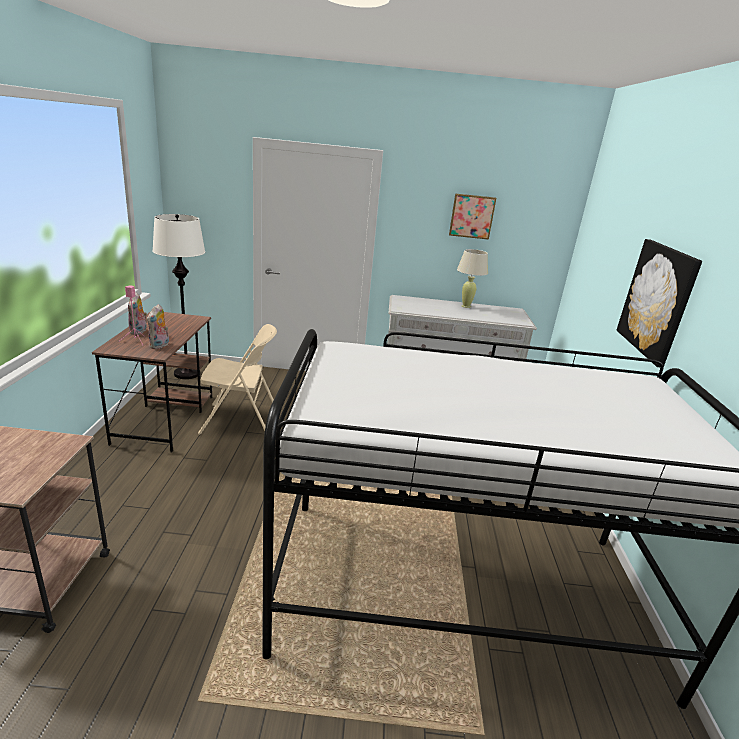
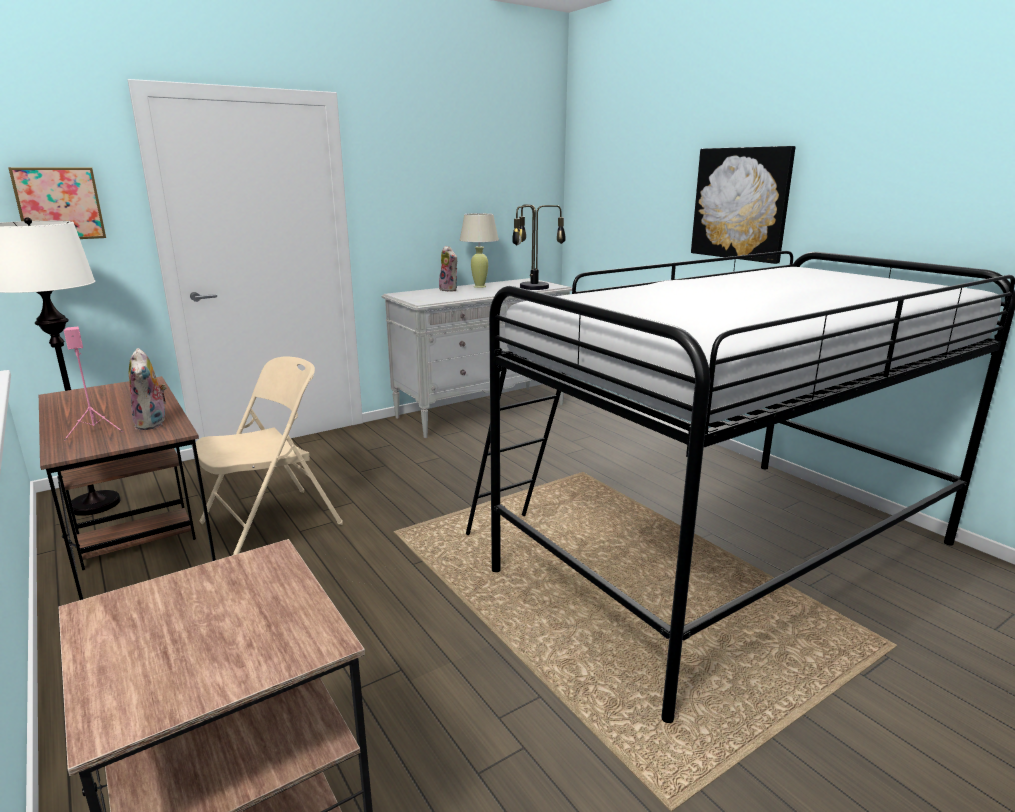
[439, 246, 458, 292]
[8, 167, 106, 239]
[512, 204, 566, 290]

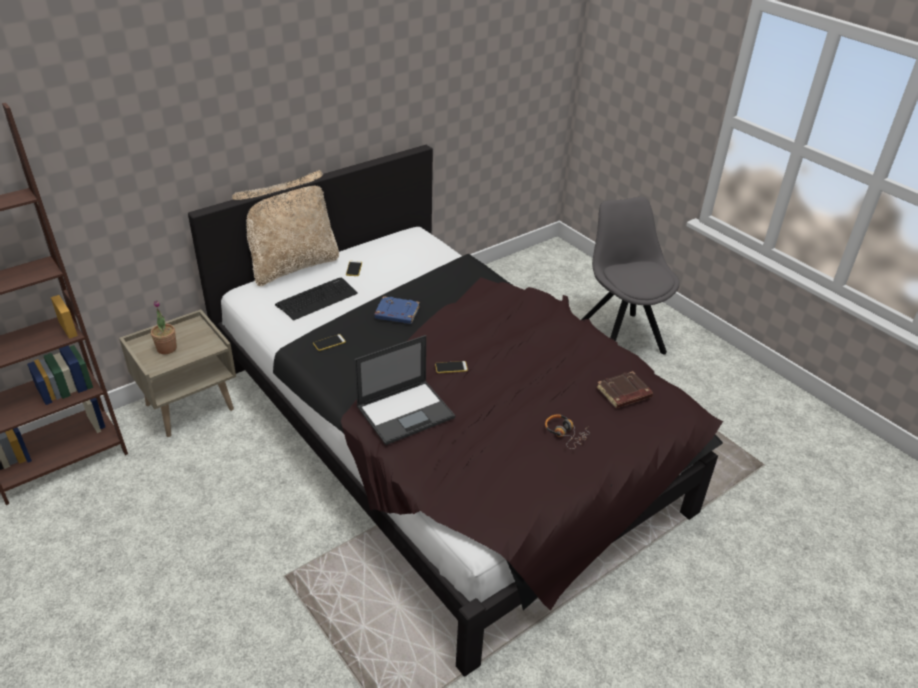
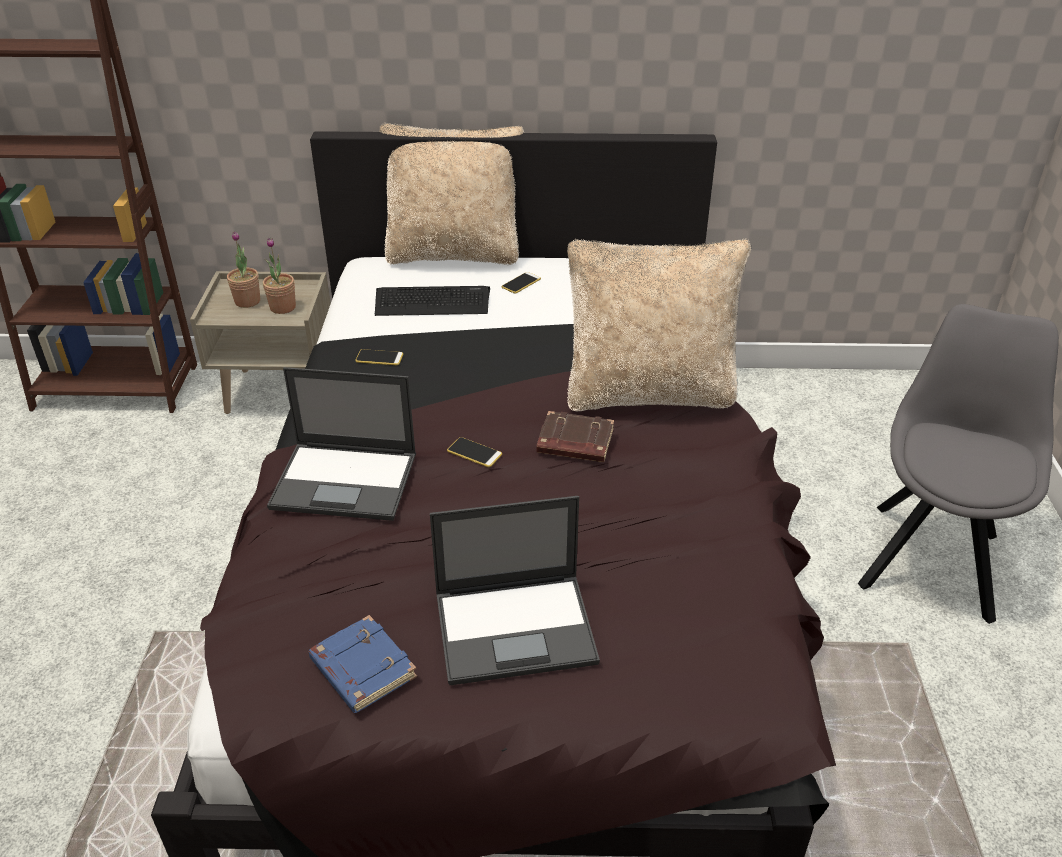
[309, 615, 417, 713]
[430, 496, 600, 685]
[536, 411, 614, 462]
[263, 237, 296, 314]
[567, 239, 751, 412]

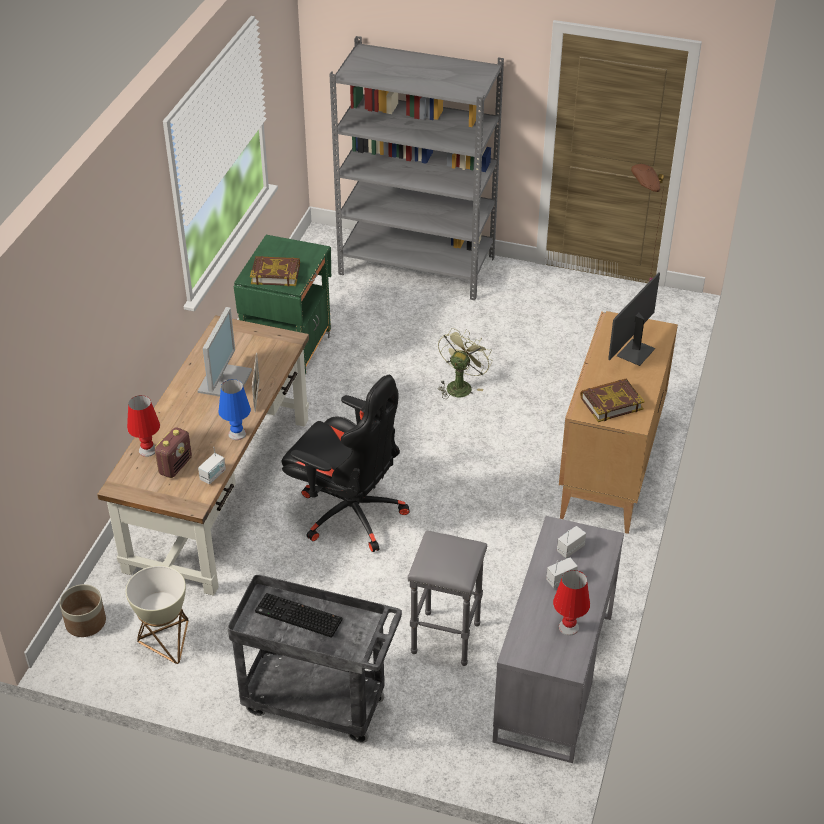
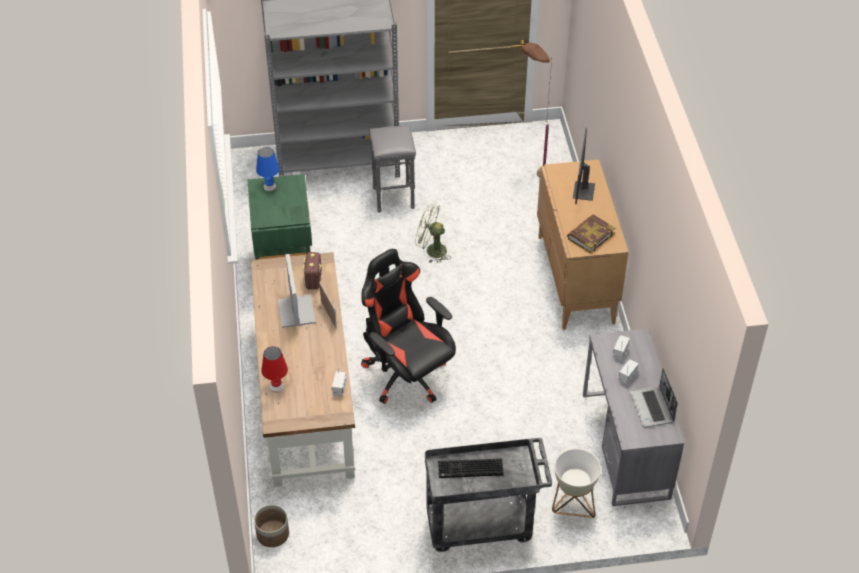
[552, 449, 601, 518]
[302, 252, 322, 290]
[256, 147, 280, 191]
[250, 256, 300, 286] (first image)
[361, 249, 456, 404]
[369, 125, 416, 213]
[415, 204, 451, 263]
[630, 368, 678, 427]

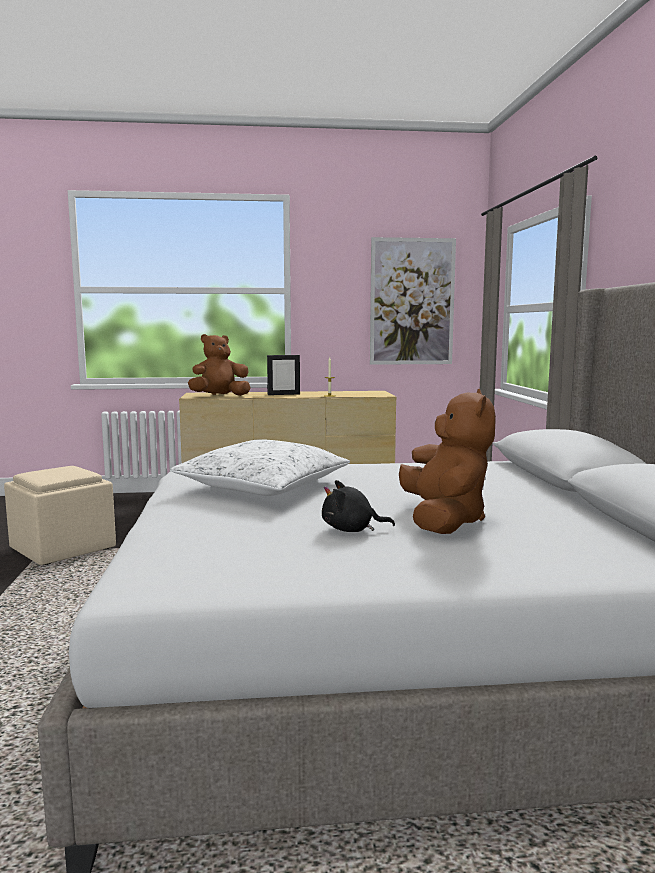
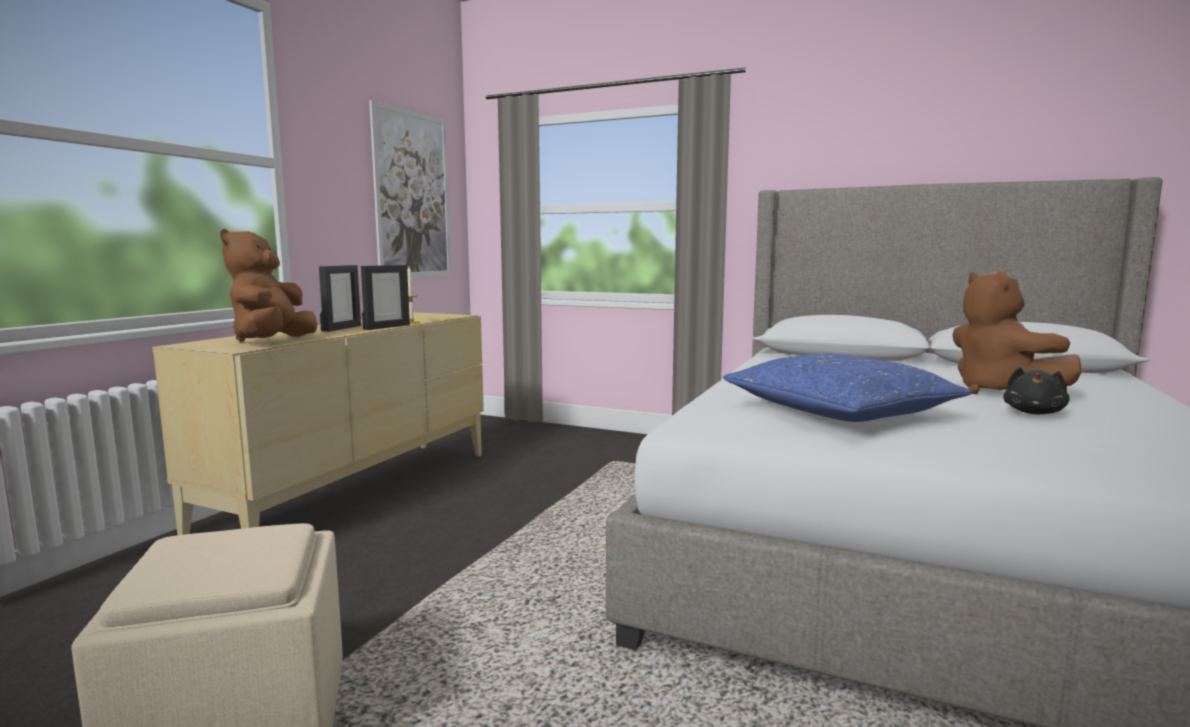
[723, 353, 972, 422]
[952, 271, 1082, 394]
[361, 265, 410, 330]

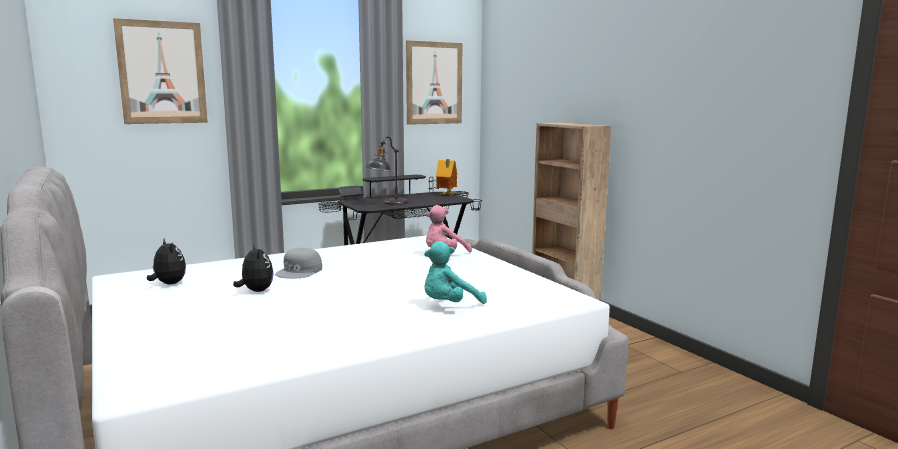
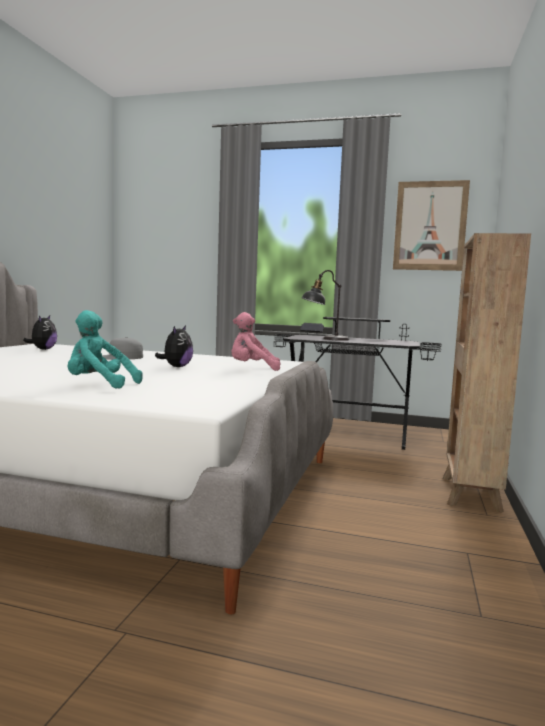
[113, 18, 208, 124] (first image)
[155, 325, 193, 367]
[436, 159, 457, 196] (first image)

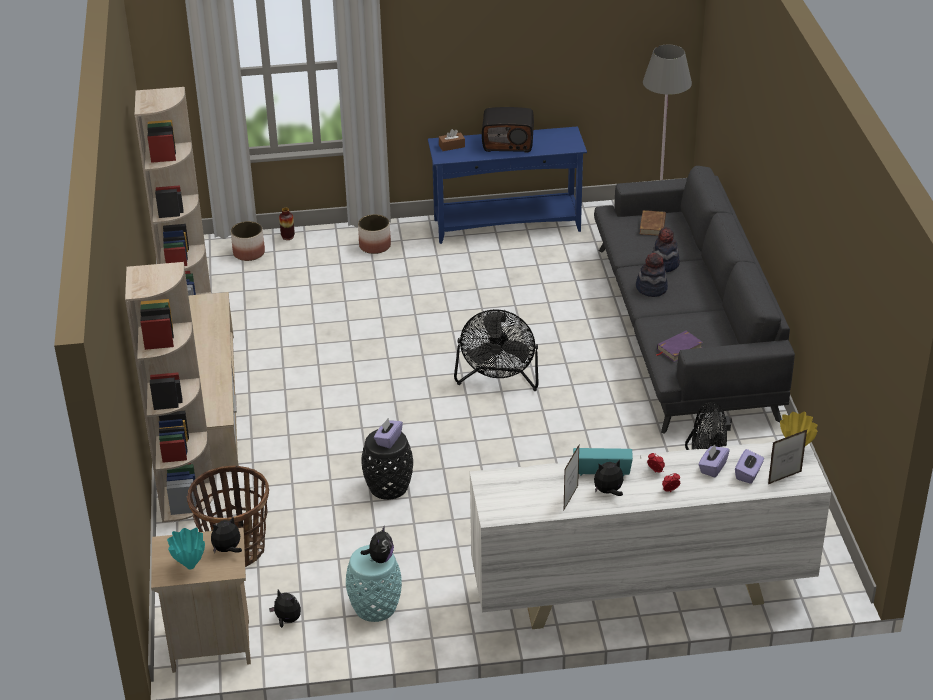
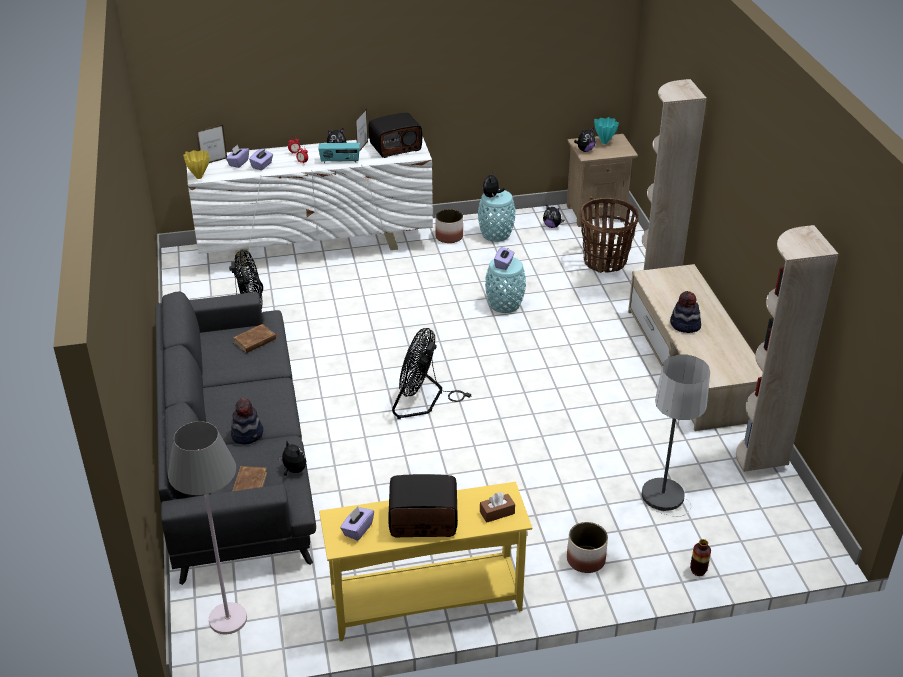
[435, 209, 463, 243]
[485, 257, 526, 313]
[319, 482, 532, 641]
[392, 328, 471, 420]
[670, 291, 701, 333]
[233, 324, 278, 353]
[278, 441, 306, 476]
[340, 506, 374, 541]
[368, 113, 422, 158]
[641, 355, 710, 517]

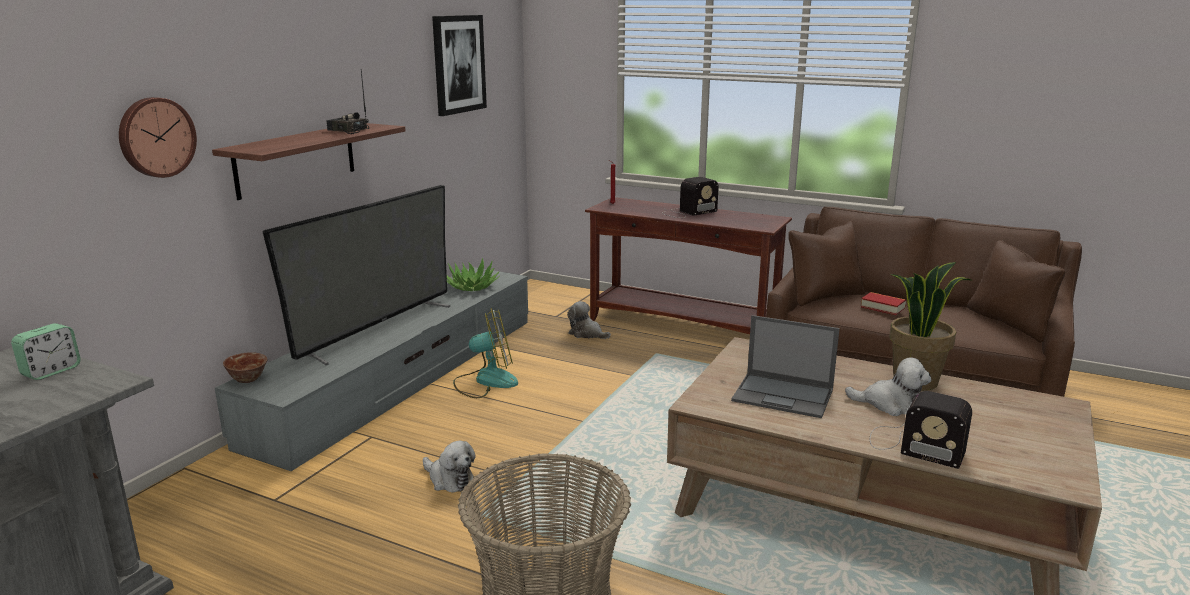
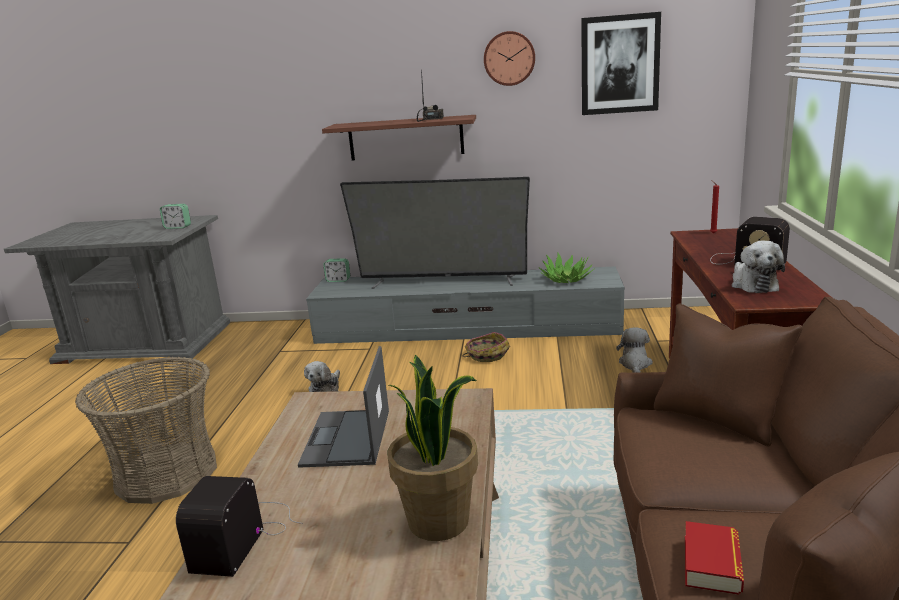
[484, 31, 535, 86]
[323, 258, 350, 282]
[463, 332, 510, 362]
[732, 240, 785, 293]
[685, 521, 744, 595]

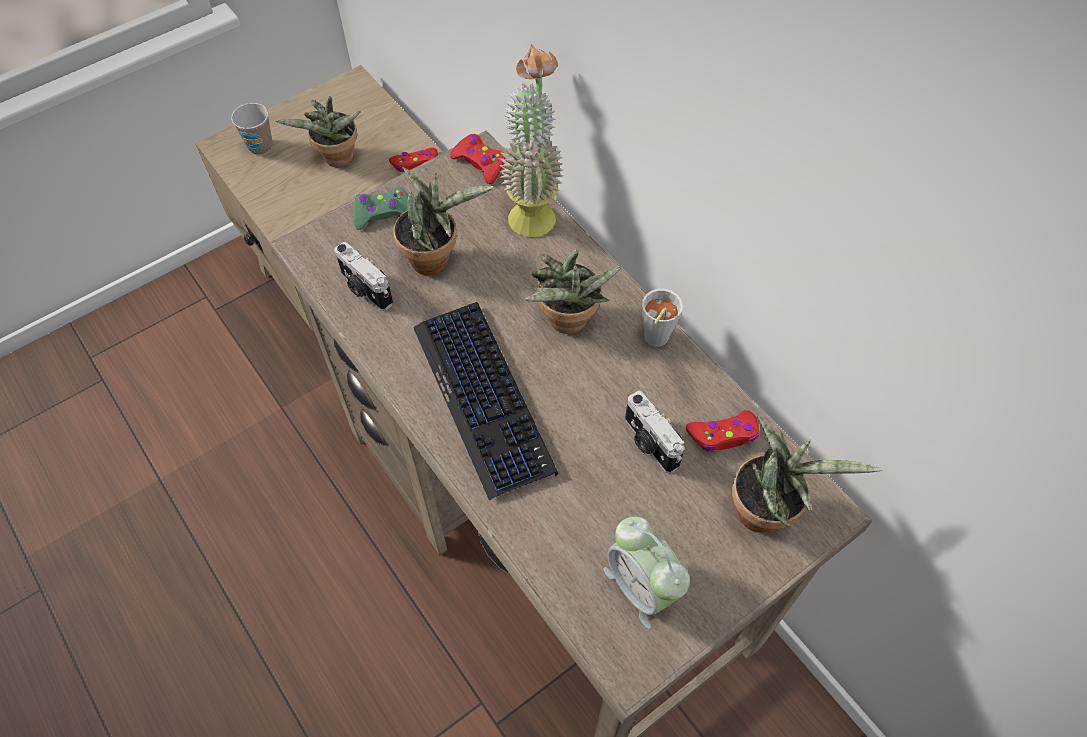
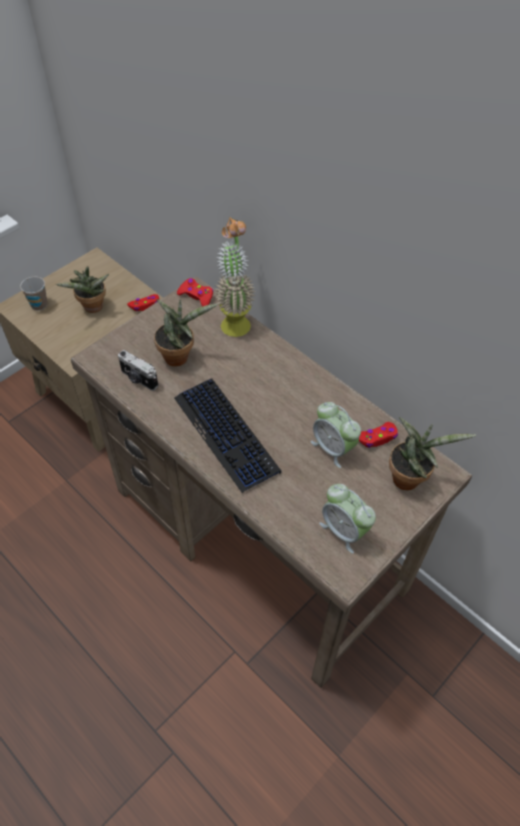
[353, 187, 408, 230] (first image)
[524, 249, 622, 334] (first image)
[310, 402, 361, 468]
[642, 289, 683, 347] (first image)

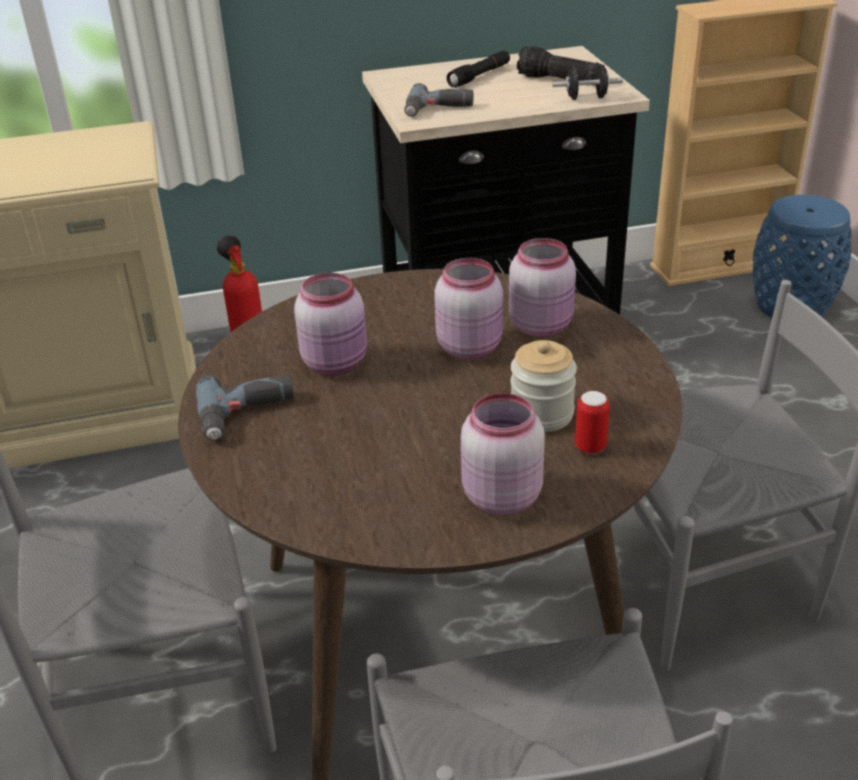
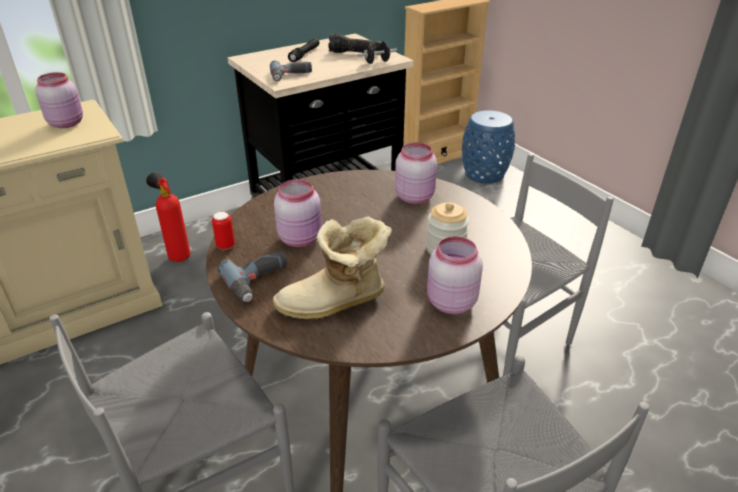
[36, 72, 83, 128]
[212, 212, 235, 250]
[273, 216, 392, 320]

